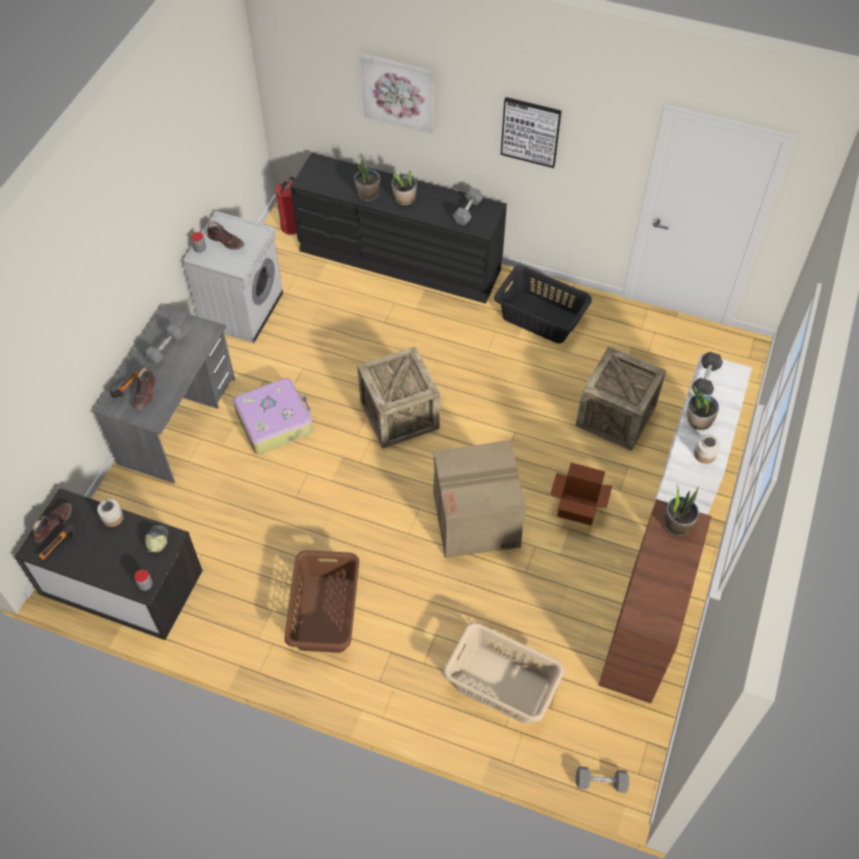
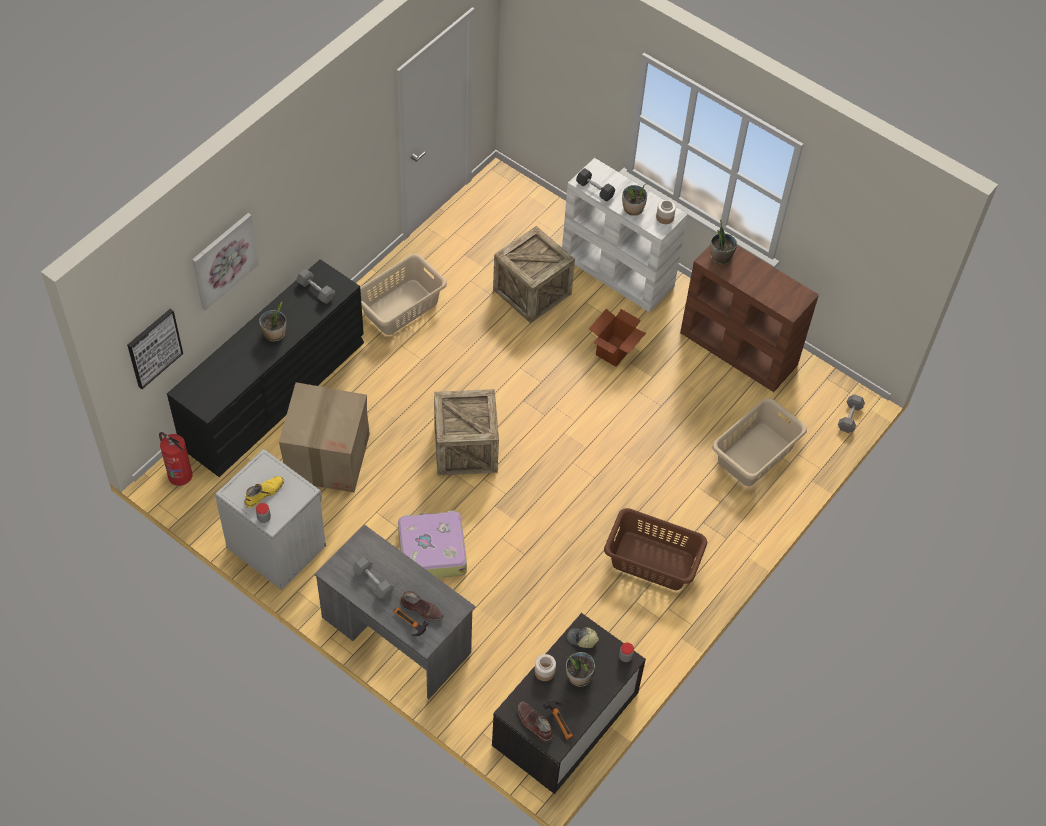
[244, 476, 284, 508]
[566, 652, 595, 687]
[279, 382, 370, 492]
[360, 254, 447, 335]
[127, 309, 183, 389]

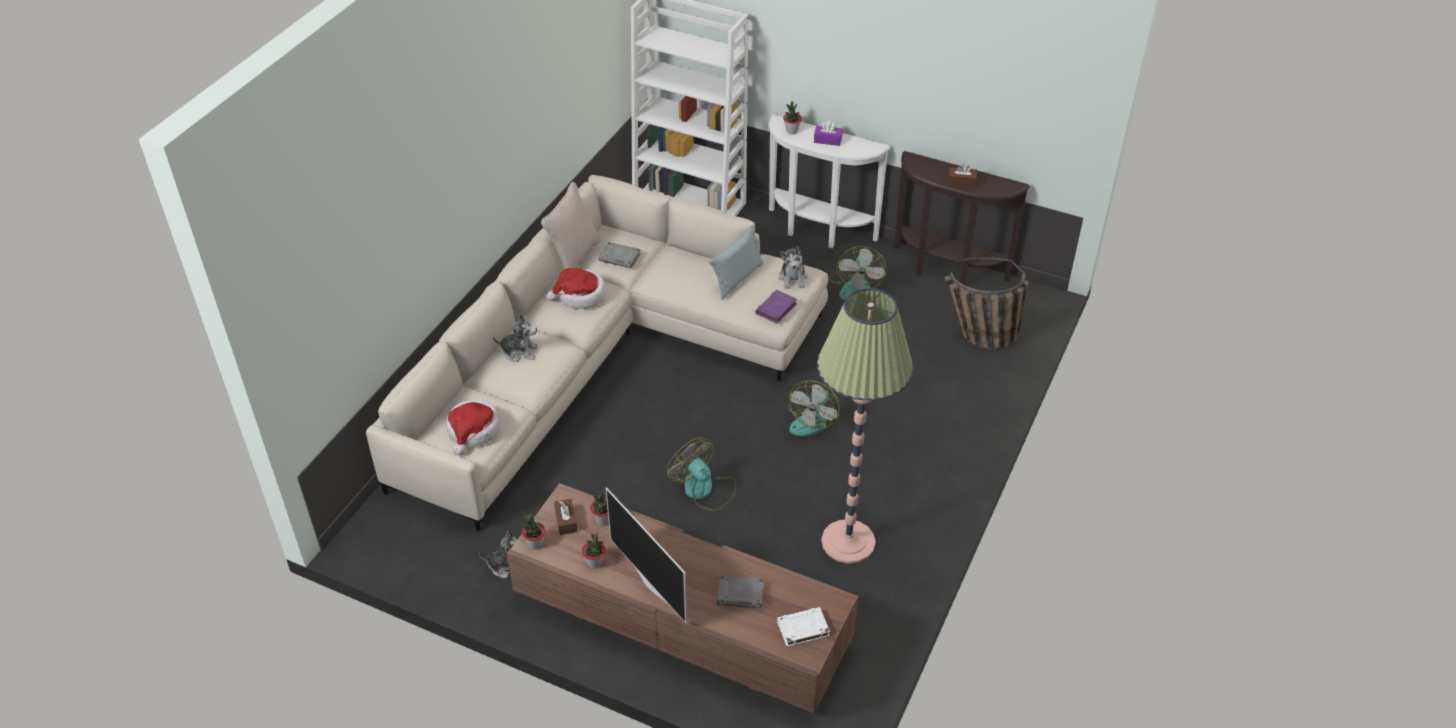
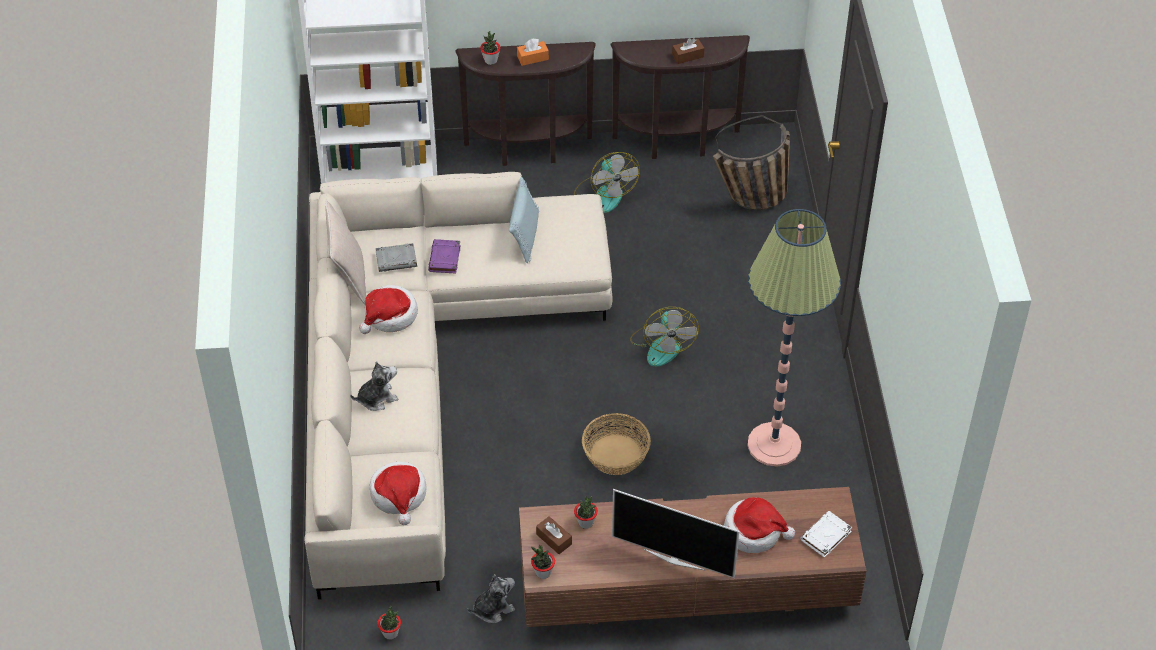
[377, 605, 401, 640]
[582, 413, 651, 475]
[724, 497, 795, 553]
[428, 239, 461, 273]
[455, 42, 596, 166]
[779, 246, 807, 289] (first image)
[517, 38, 549, 66]

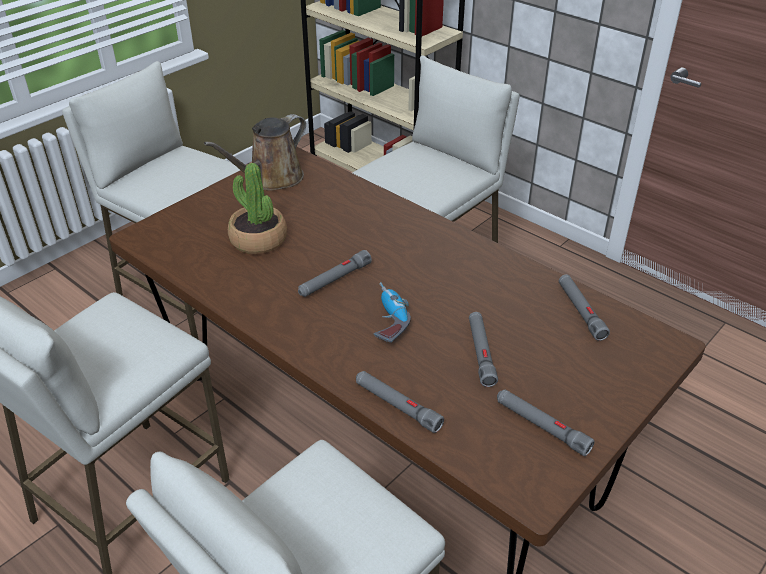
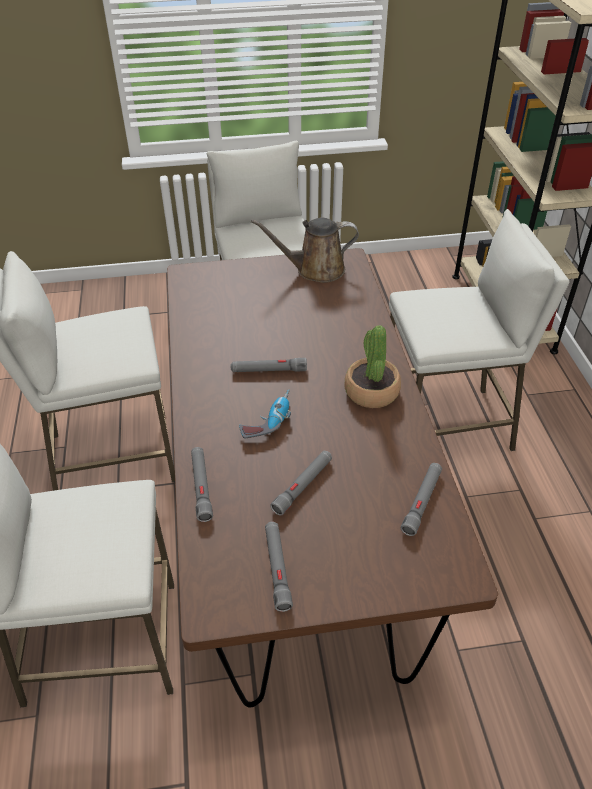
[345, 325, 401, 408]

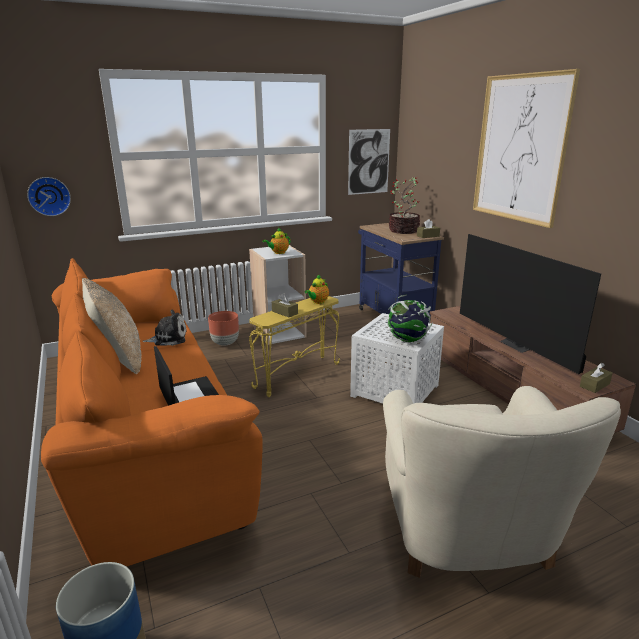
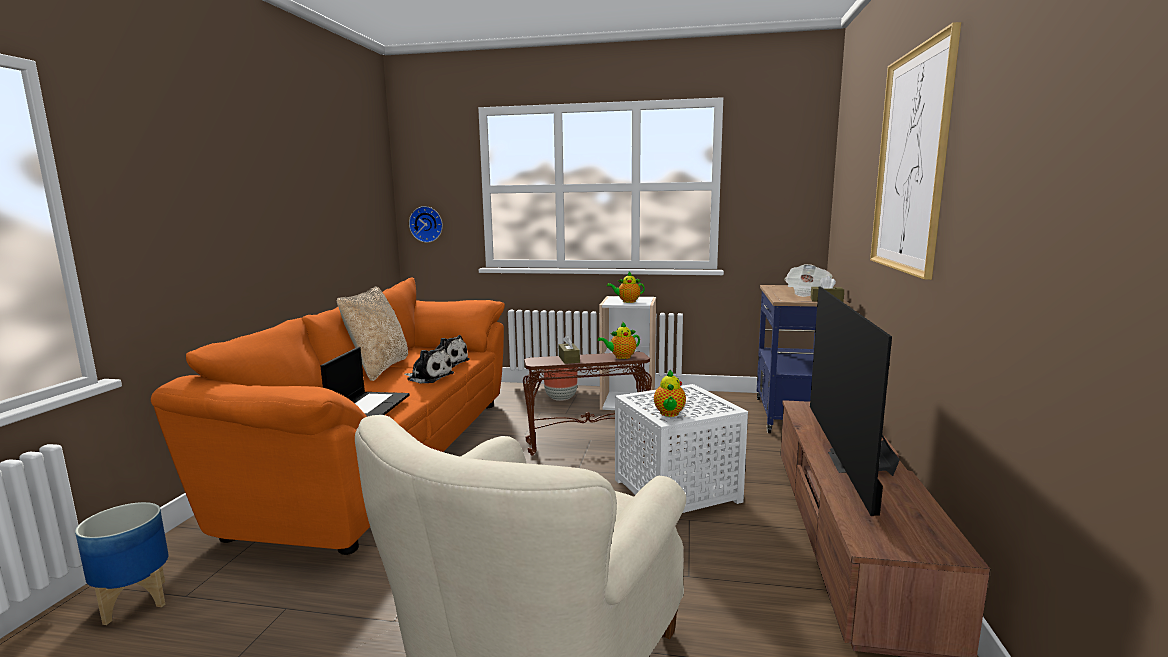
[523, 352, 652, 456]
[348, 129, 390, 195] (first image)
[654, 370, 686, 417]
[785, 264, 832, 297]
[580, 363, 613, 393] (first image)
[405, 346, 454, 384]

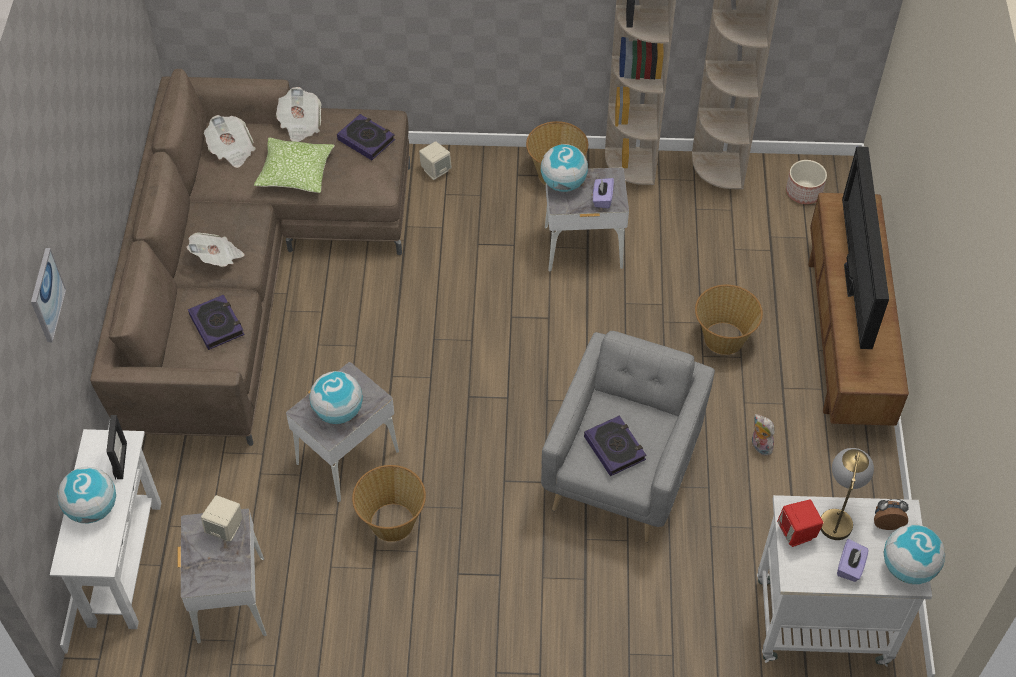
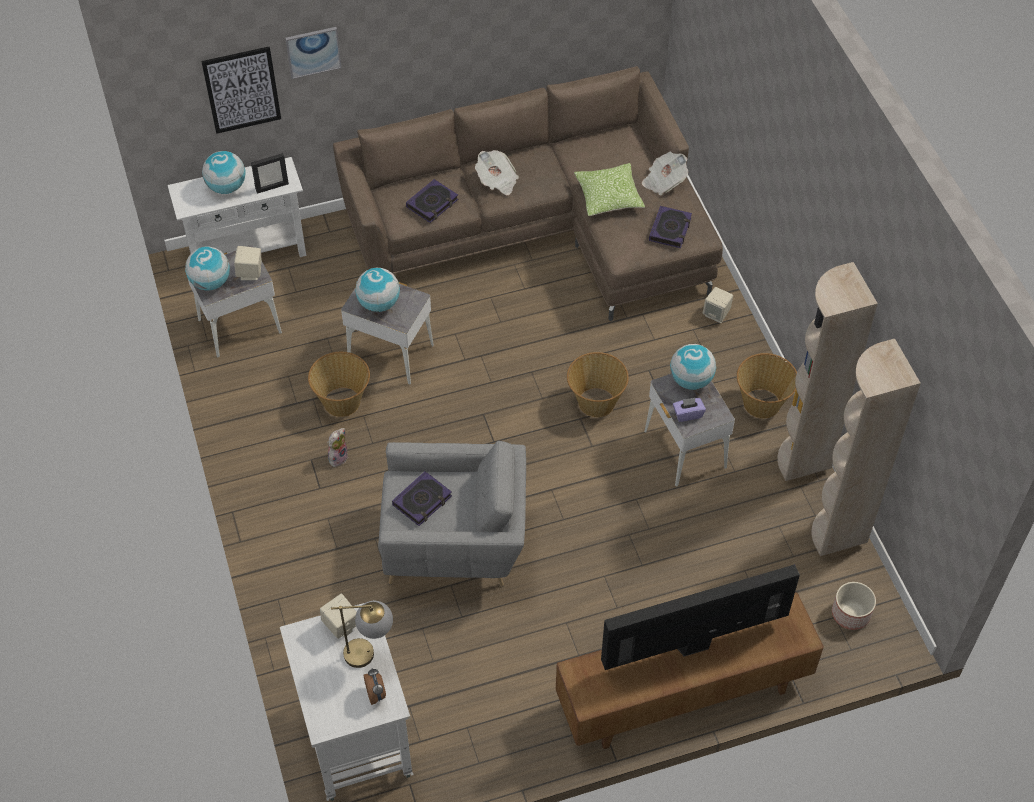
[204, 115, 256, 168] (first image)
[567, 352, 629, 417]
[327, 428, 348, 467]
[320, 594, 357, 639]
[837, 539, 869, 582] (first image)
[185, 247, 230, 290]
[201, 47, 281, 134]

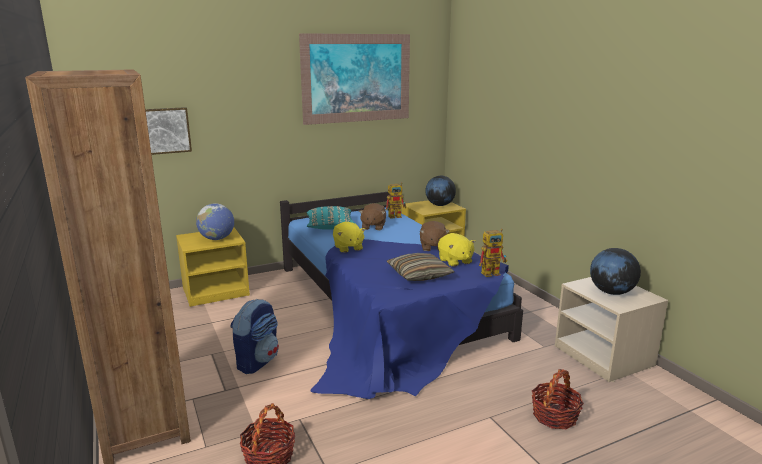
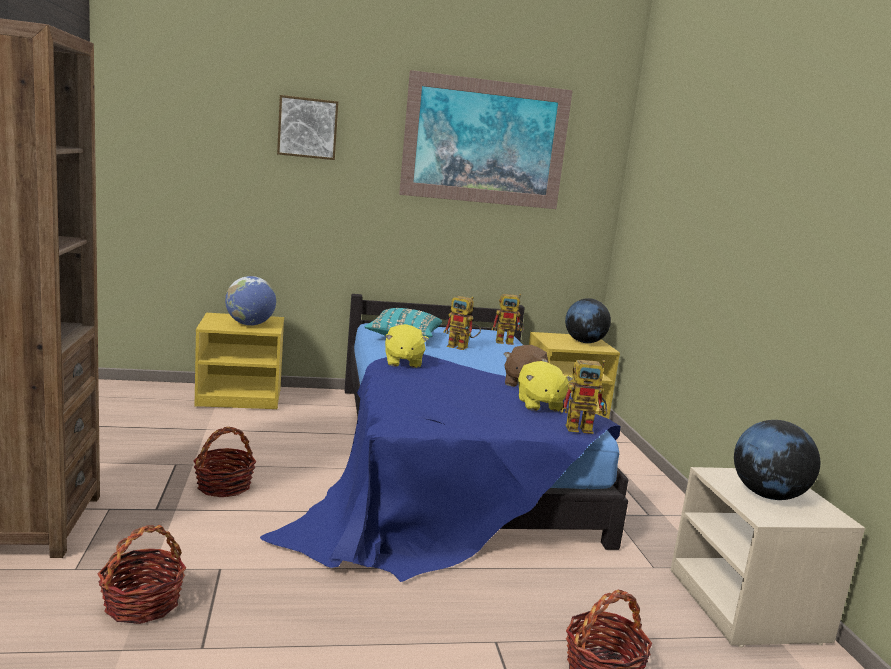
[277, 95, 338, 160]
[193, 427, 257, 497]
[443, 296, 481, 350]
[387, 253, 455, 281] (first image)

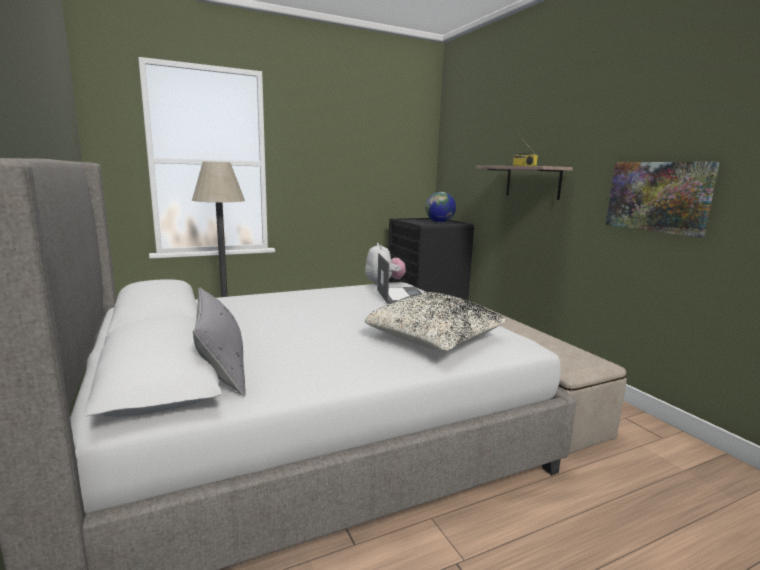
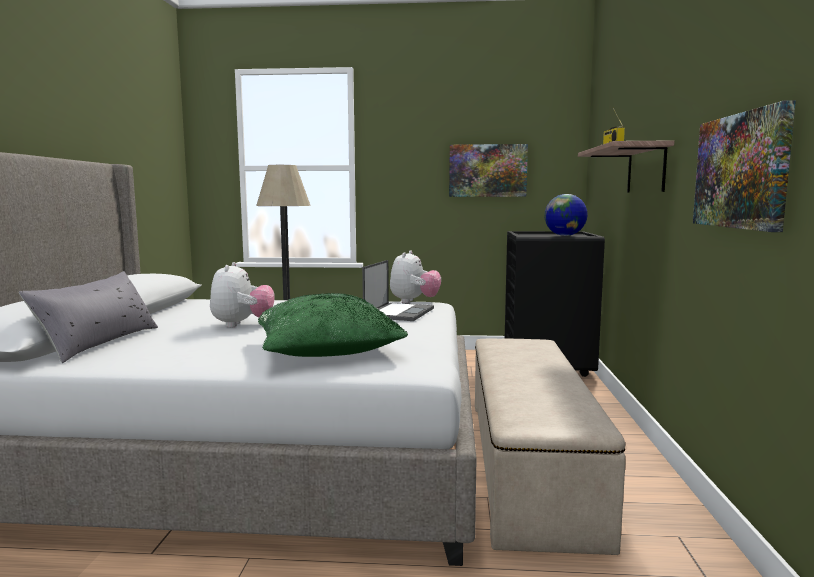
[258, 293, 408, 357]
[210, 262, 275, 328]
[449, 144, 528, 197]

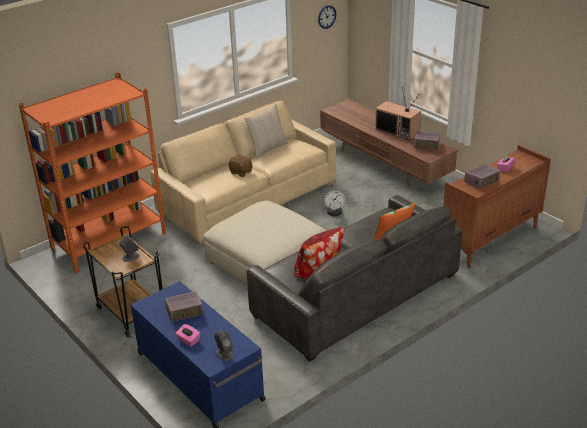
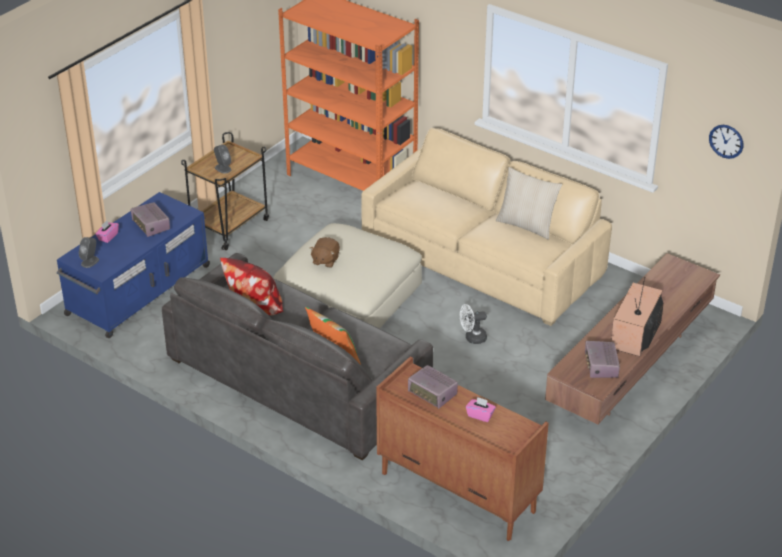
[310, 237, 340, 268]

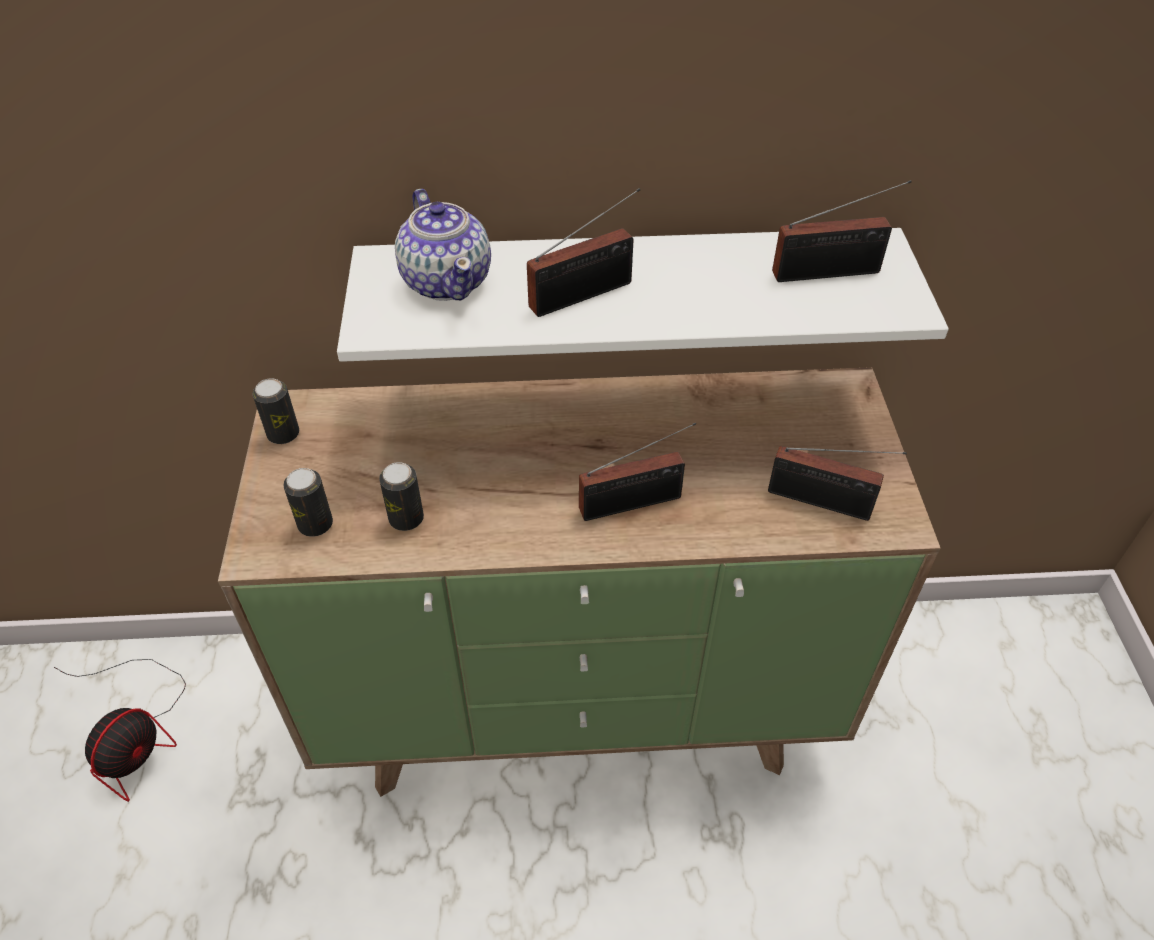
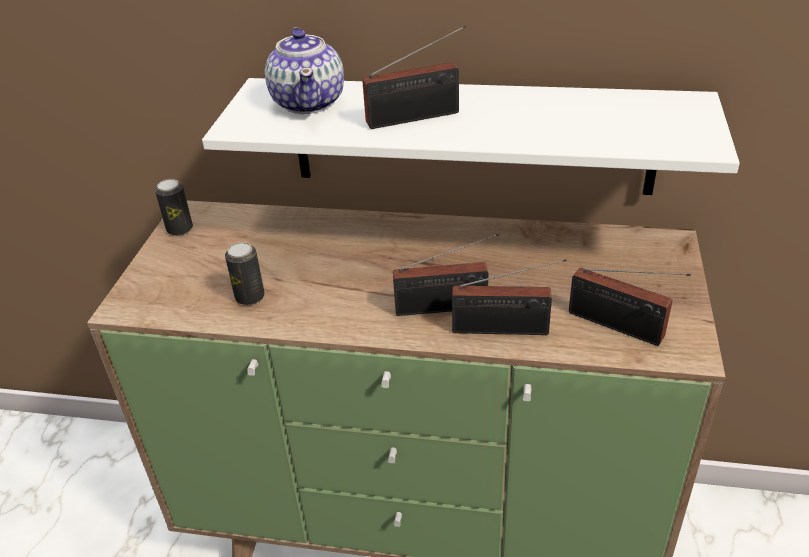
[54, 659, 186, 802] (first image)
[284, 468, 333, 537] (first image)
[452, 259, 567, 335]

